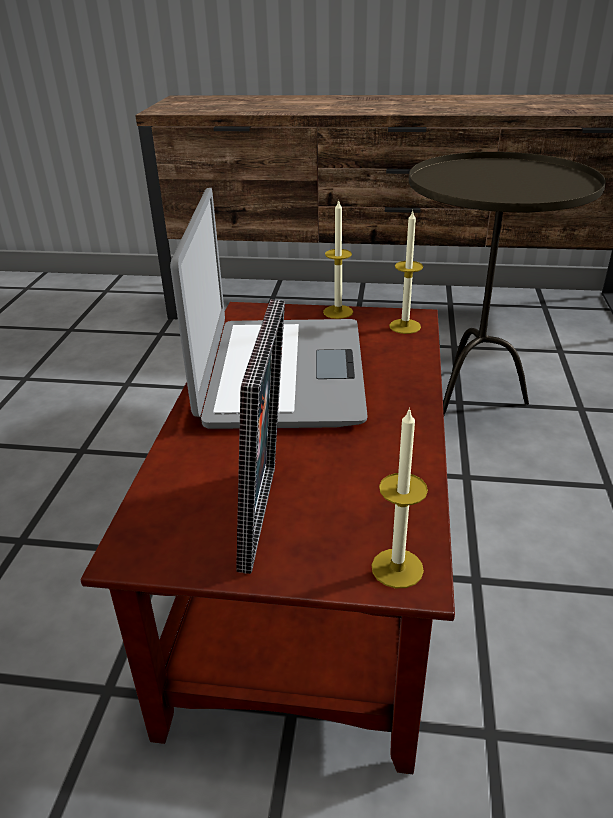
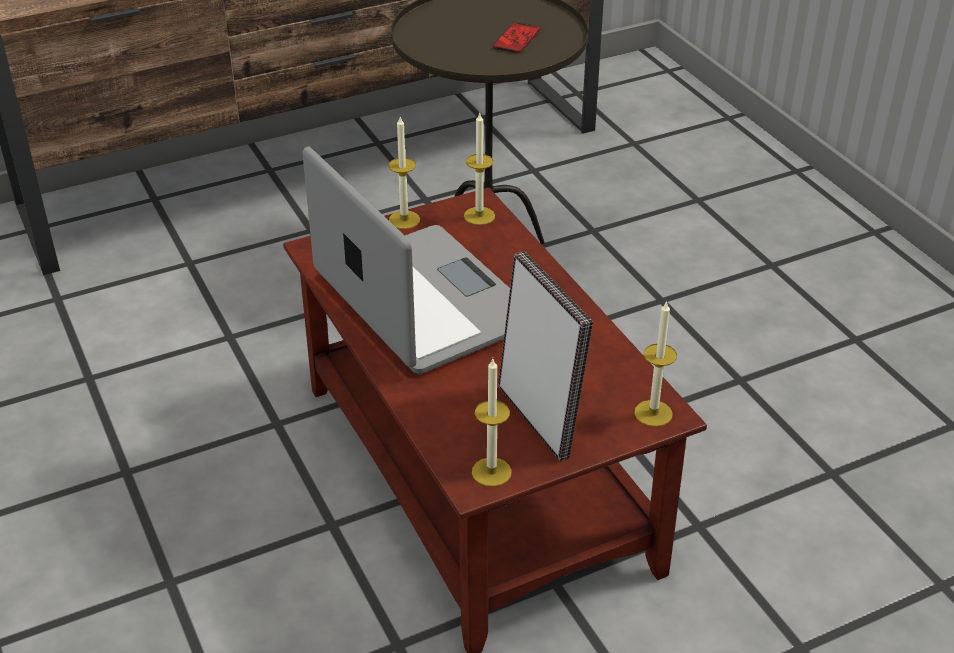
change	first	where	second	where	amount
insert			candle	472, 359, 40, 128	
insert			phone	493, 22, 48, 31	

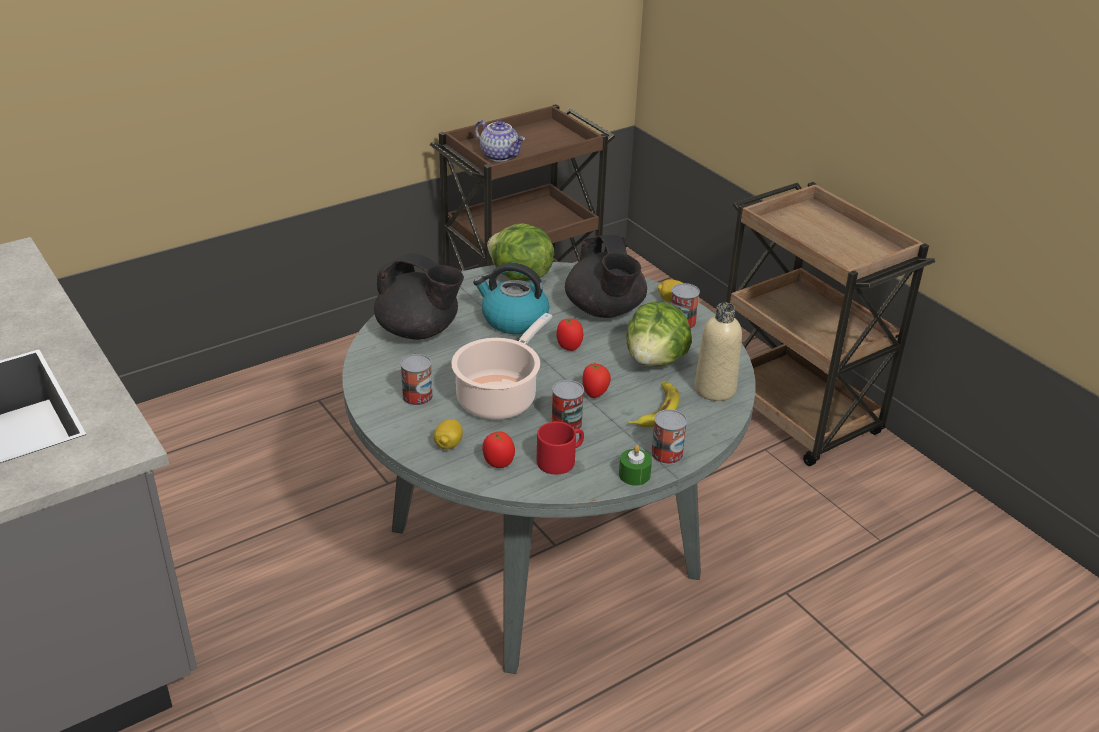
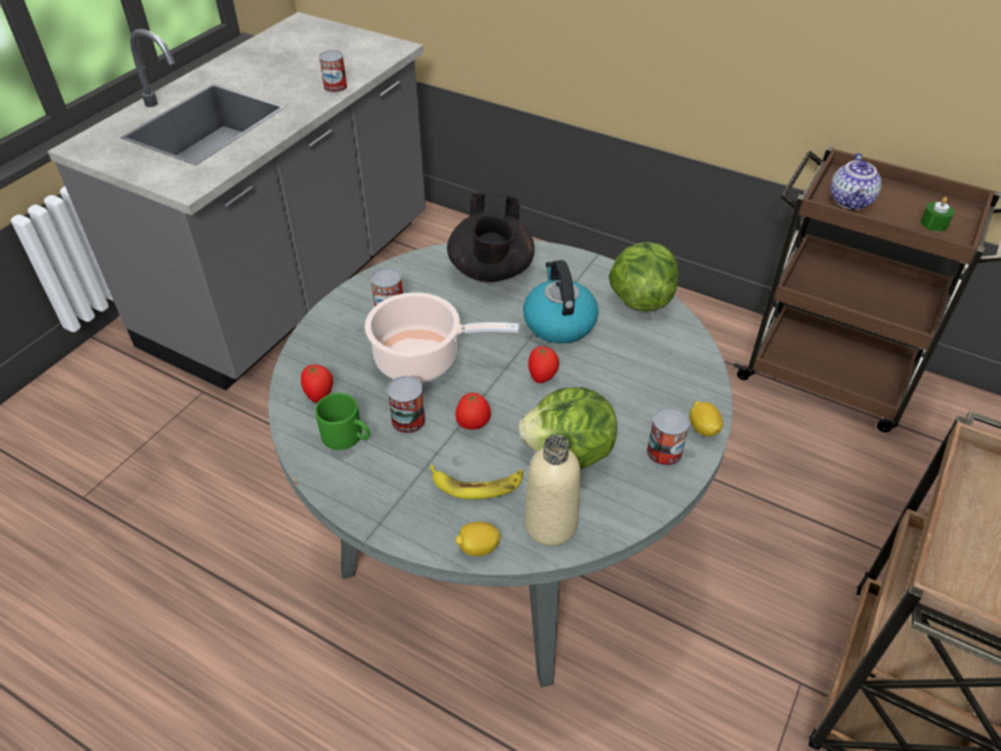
change	first	where	second	where	amount
move	lemon	434, 419, 29, 30		455, 522, 46, 34	
recolor	mug (red)	537, 422, 47, 53	mug (green)	315, 393, 55, 57	
delete	teapot (black)	565, 235, 82, 83			
move	candle (green)	619, 445, 33, 41		921, 197, 34, 35	
move	can	651, 409, 36, 56		319, 50, 28, 43	

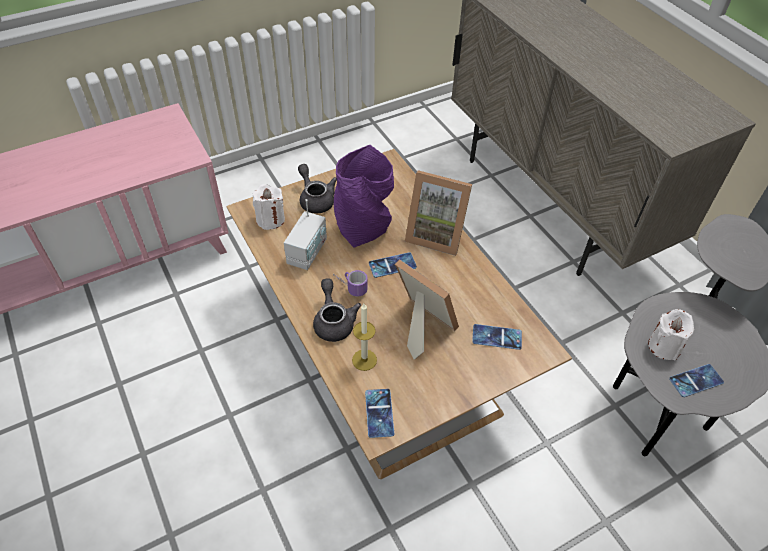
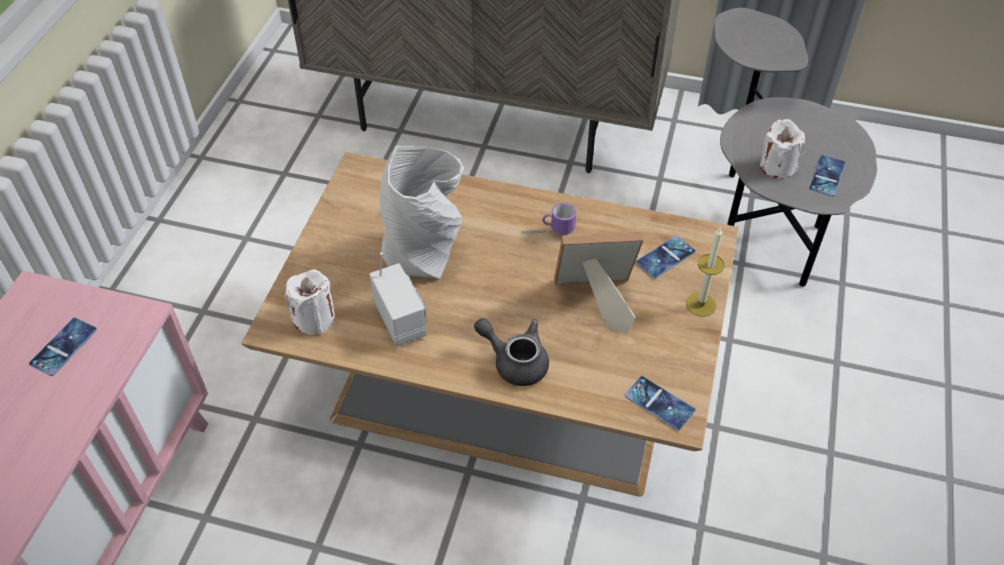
change	first	where	second	where	amount
delete	teapot (grey)	298, 164, 39, 50			
move	mug	333, 270, 35, 27		521, 203, 55, 32	
recolor	vase (purple)	334, 145, 60, 103	vase (grey)	379, 146, 84, 133	
move	candle	352, 304, 25, 67		686, 228, 38, 89	
move	phone	369, 252, 48, 26		29, 318, 68, 58	
delete	picture frame	405, 170, 67, 86			

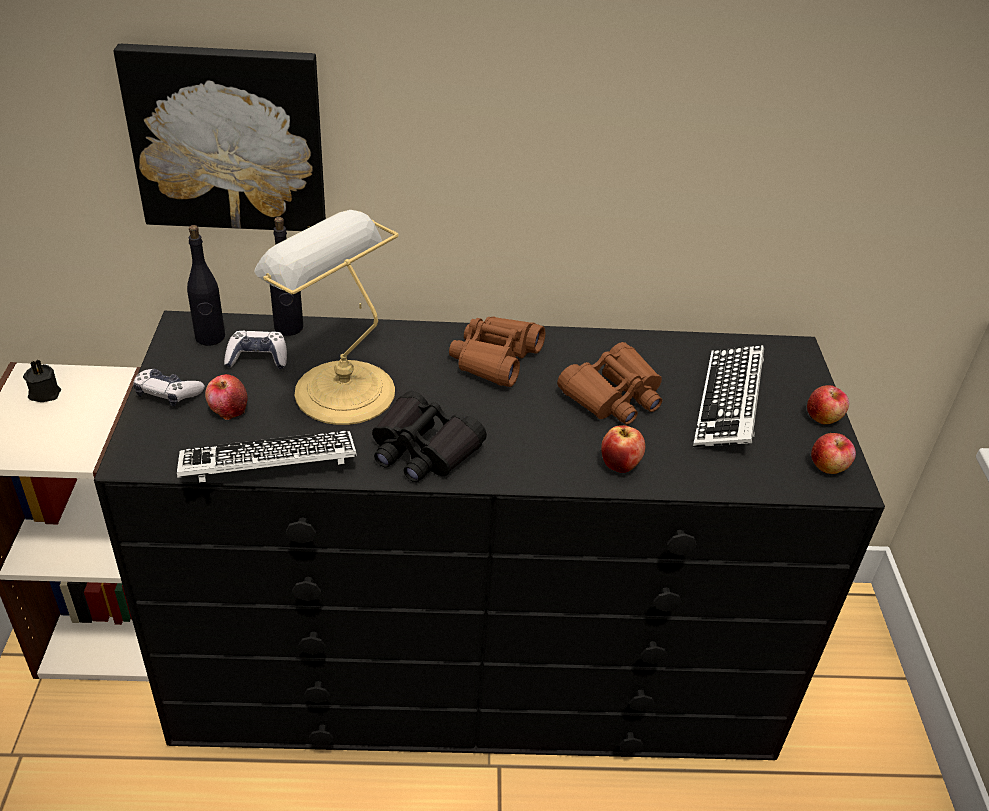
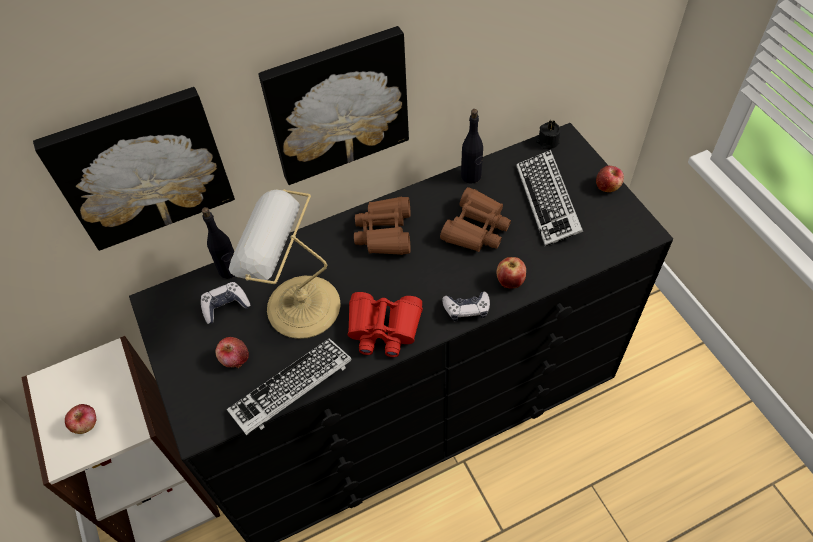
change	first	where	second	where	amount
move	candle (black)	23, 360, 38, 42		536, 120, 25, 29	
move	game controller	133, 369, 72, 37		442, 291, 48, 30	
move	bottle (black)	187, 225, 38, 121		461, 109, 22, 75	
recolor	binoculars (black)	372, 391, 115, 91	binoculars (red)	348, 292, 75, 65	
move	apple	811, 433, 45, 41		65, 404, 32, 30	
insert			picture	258, 26, 151, 159	

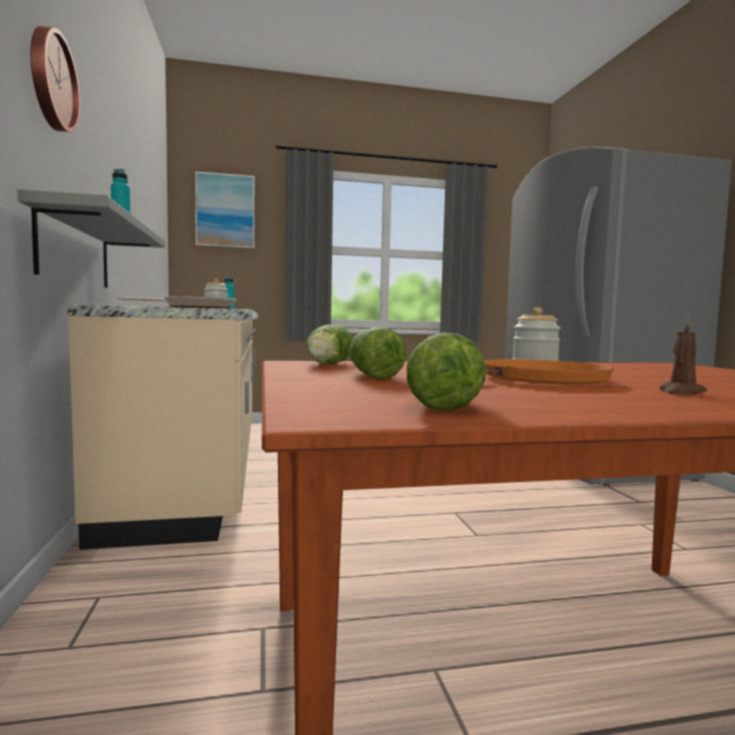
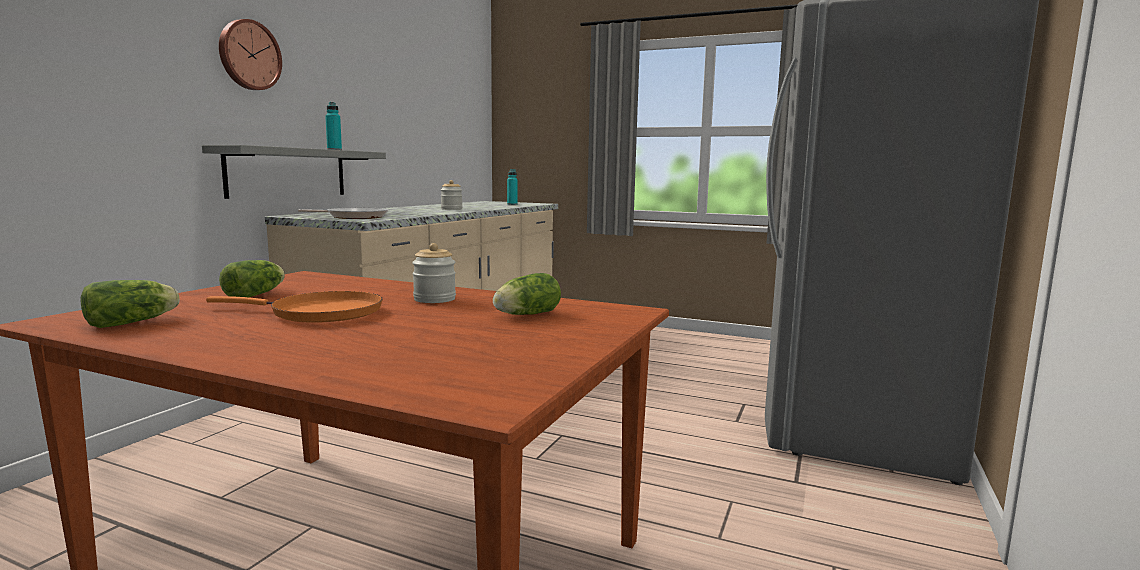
change	first	where	second	where	amount
delete	picture	195, 171, 60, 77			
move	lettuce	306, 325, 47, 39		493, 273, 68, 42	
delete	candle (brown)	660, 317, 47, 78			

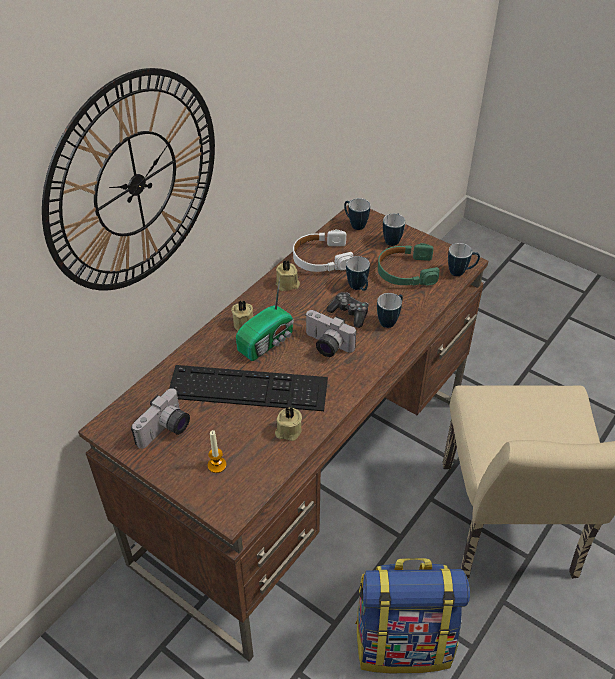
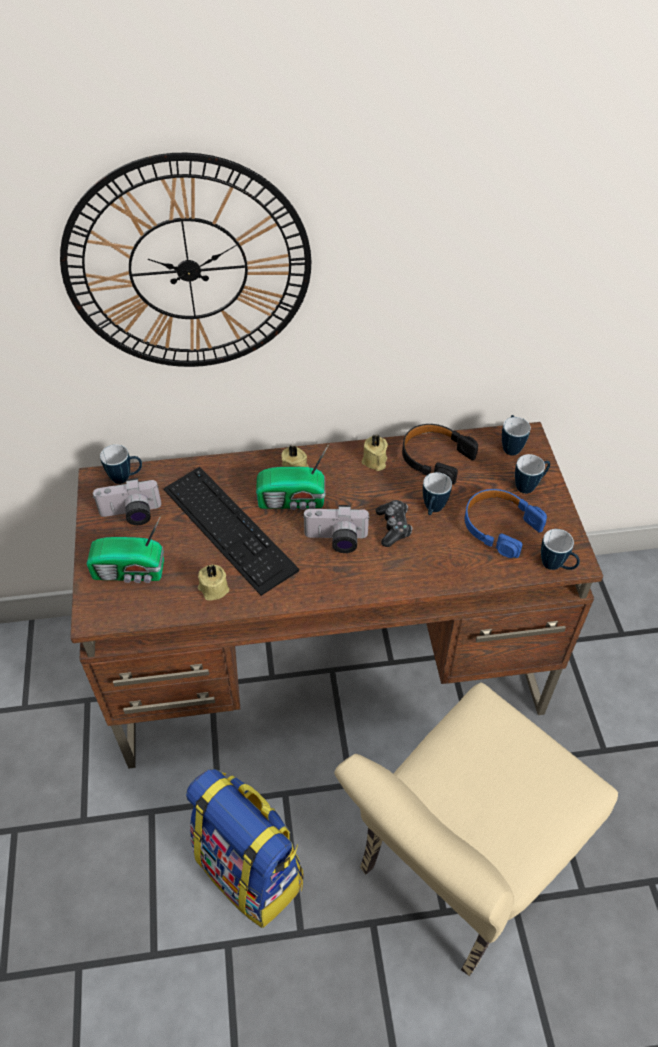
change	first	where	second	where	amount
replace	candle	208, 430, 19, 43	radio	87, 516, 77, 67	
recolor	headphones (white)	293, 230, 60, 42	headphones (black)	402, 424, 76, 61	
rotate	photo camera	305, 310, 51, 47		303, 505, 67, 48	75 degrees counterclockwise
move	mug	377, 293, 26, 35		100, 444, 42, 40	
recolor	headphones (green)	378, 243, 62, 43	headphones (blue)	465, 489, 82, 69	

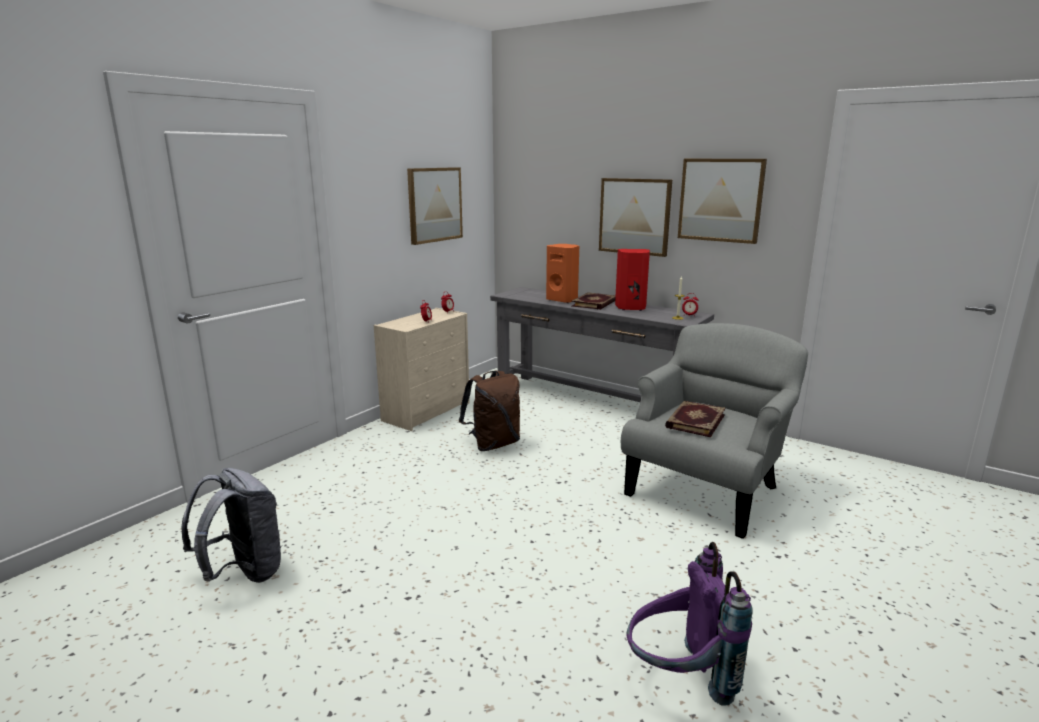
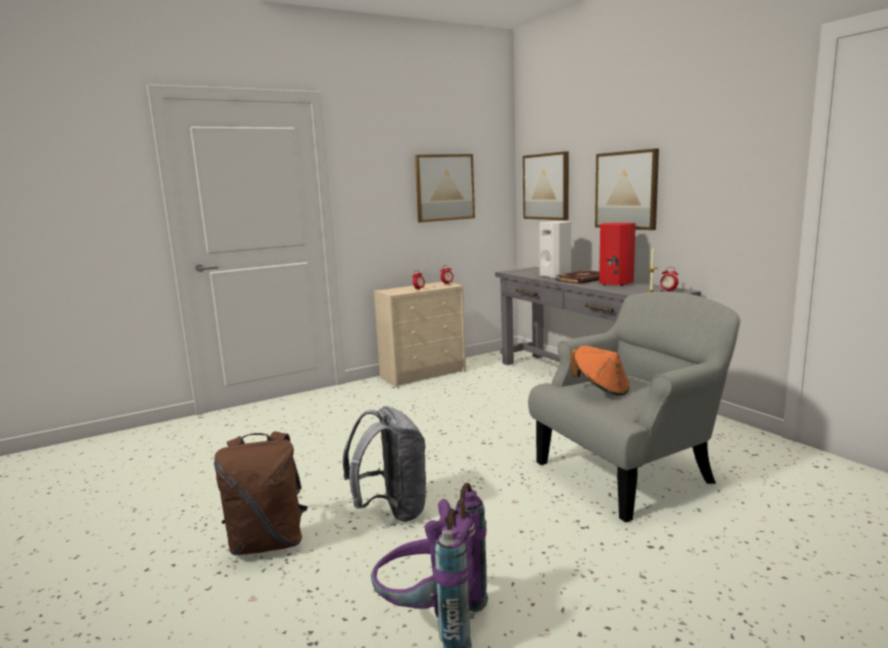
change	first	where	second	where	amount
move	backpack (grey)	182, 468, 100, 115		343, 406, 85, 116	
move	backpack (brown)	459, 370, 61, 81		214, 431, 94, 124	
recolor	speaker (orange)	546, 244, 33, 59	speaker (white)	540, 221, 31, 58	
replace	book	665, 401, 61, 36	hat (orange)	570, 346, 60, 50	
move	picture	678, 159, 89, 85		523, 151, 46, 69	

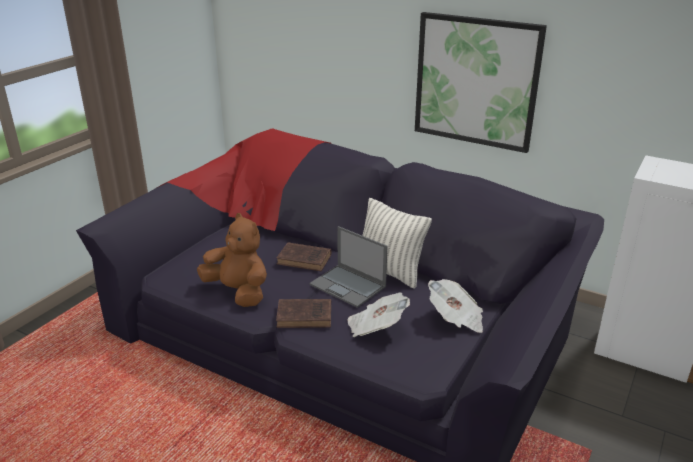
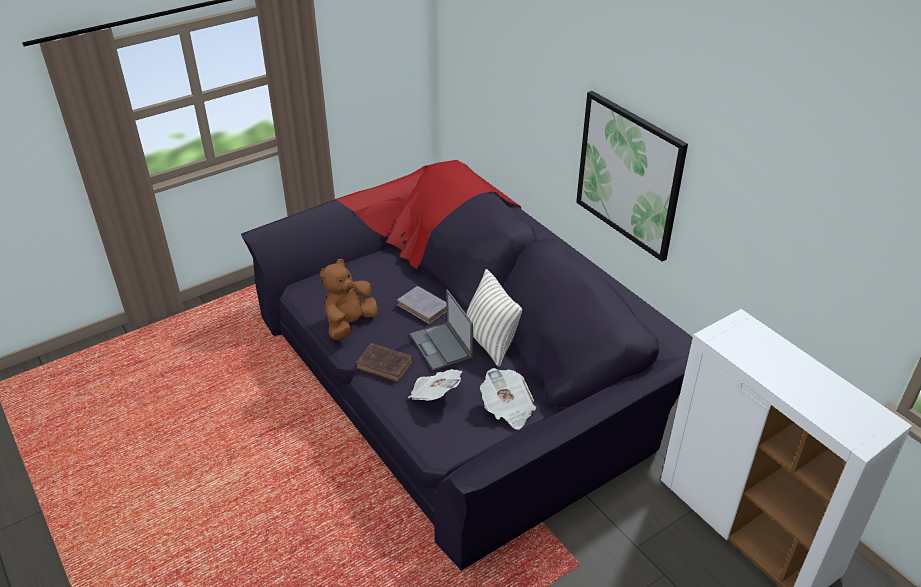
change	first	where	second	where	amount
rotate	plush toy (brown)	197, 213, 70, 94		320, 259, 58, 81	120 degrees counterclockwise
recolor	book (brown)	277, 242, 54, 29	book (grey)	397, 286, 50, 38	

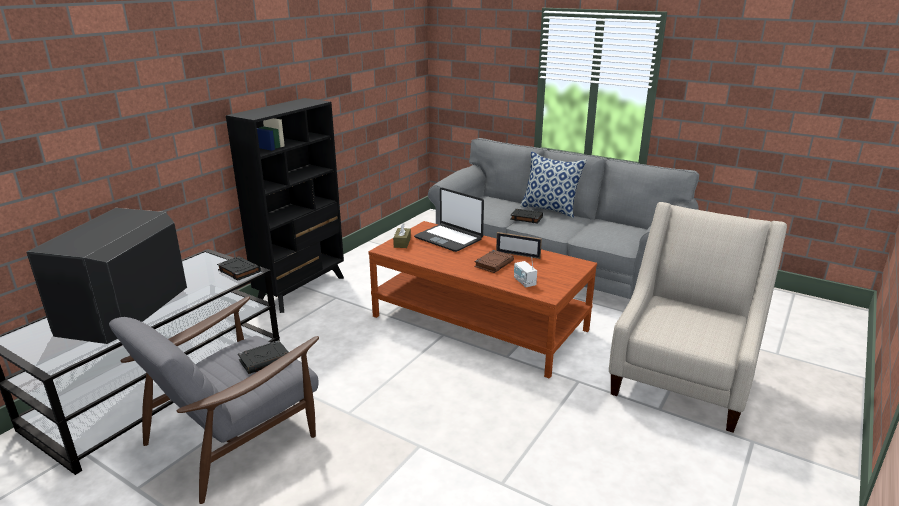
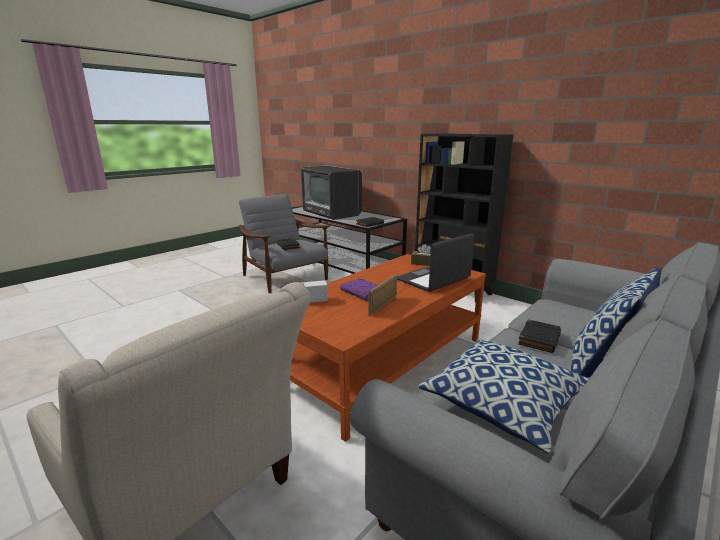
change	first	where	second	where	amount
rotate	television	26, 208, 161, 136		301, 166, 61, 54	150 degrees counterclockwise
recolor	book (brown)	474, 250, 40, 23	book (purple)	341, 278, 37, 23	
insert			pillow	418, 339, 171, 115	

